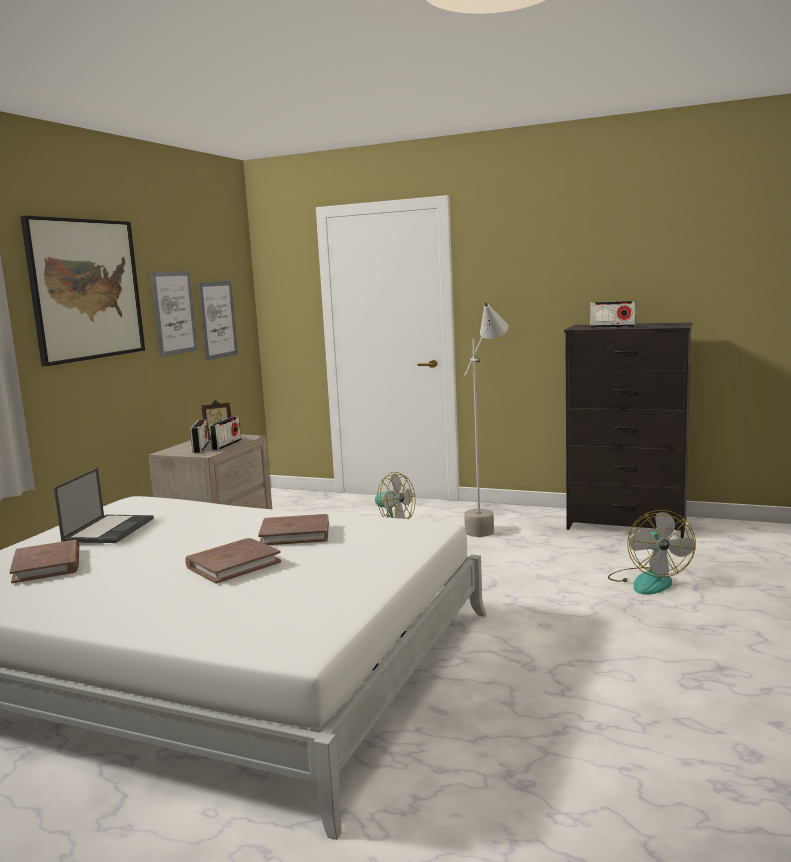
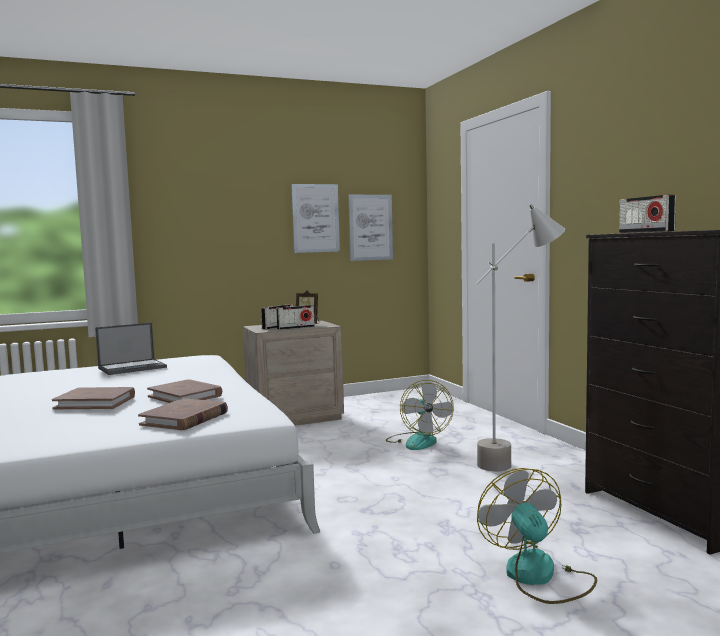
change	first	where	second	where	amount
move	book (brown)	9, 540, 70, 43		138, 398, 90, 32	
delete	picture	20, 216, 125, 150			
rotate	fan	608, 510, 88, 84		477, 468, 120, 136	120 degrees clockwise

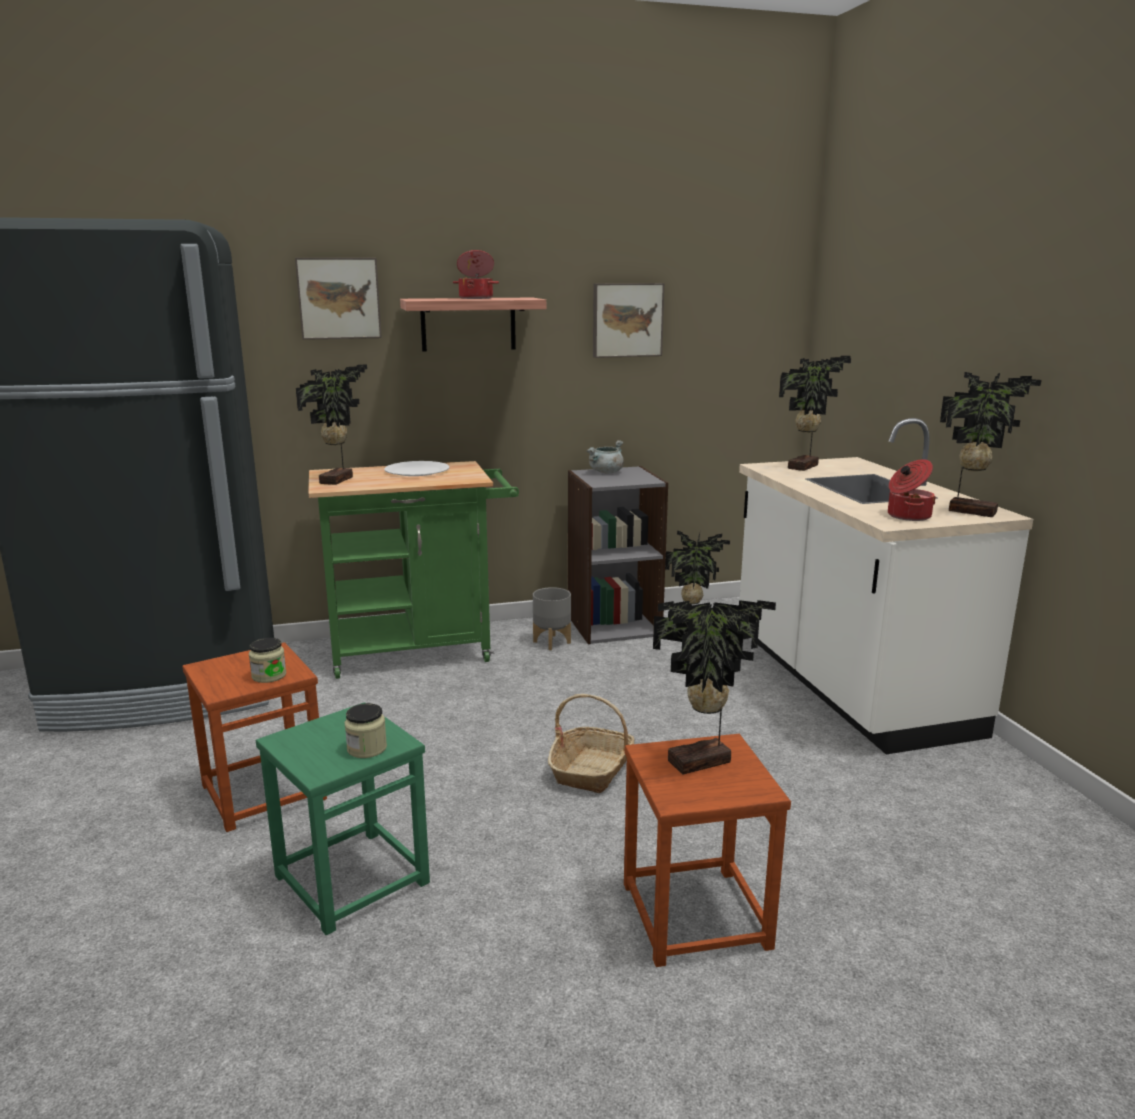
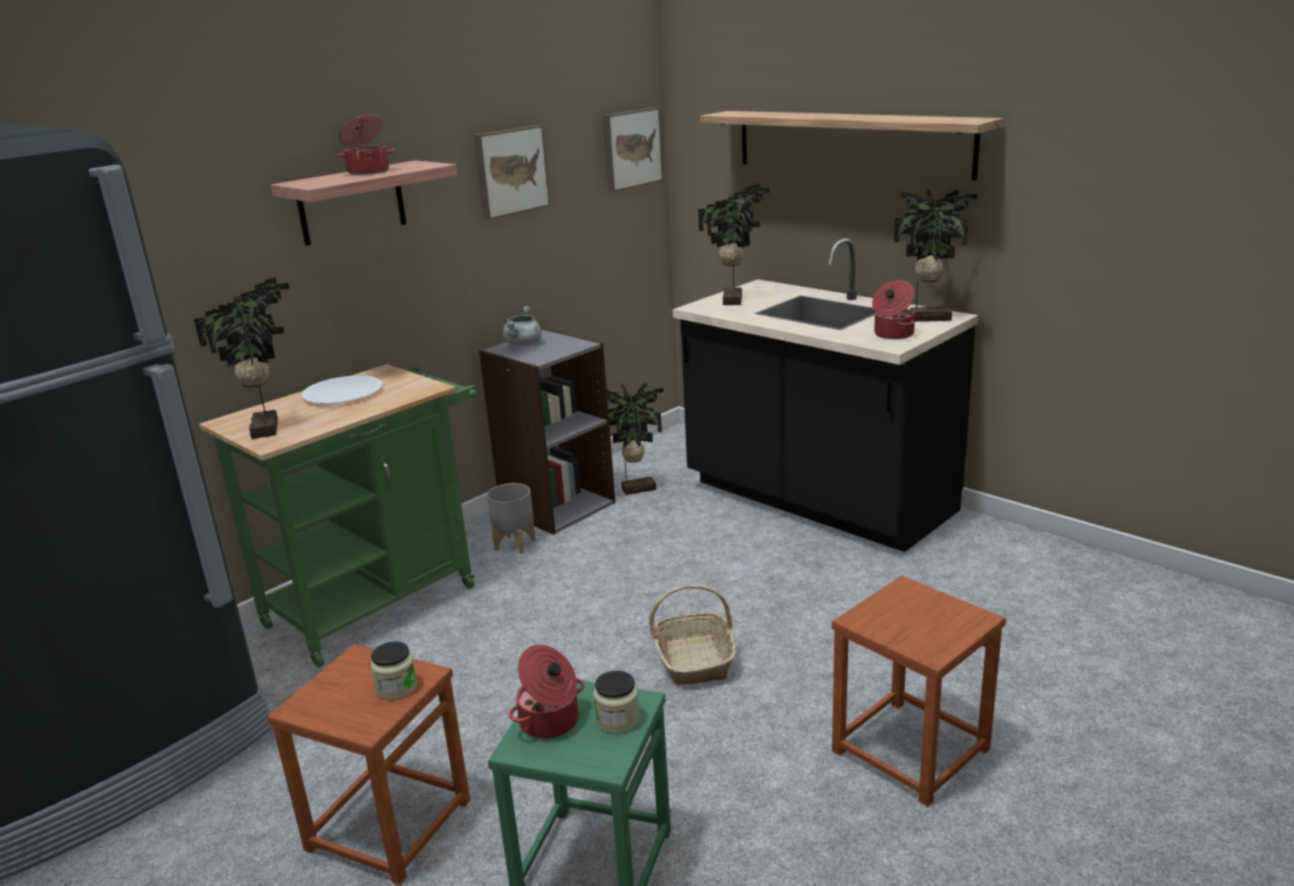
change	first	where	second	where	amount
move	picture	295, 258, 87, 82		602, 107, 61, 84	
delete	potted plant	653, 600, 123, 175			
recolor	counter (white)	739, 418, 294, 336	counter (black)	673, 238, 305, 314	
insert			cooking pot	509, 645, 75, 94	
insert			shelf	700, 111, 303, 70	

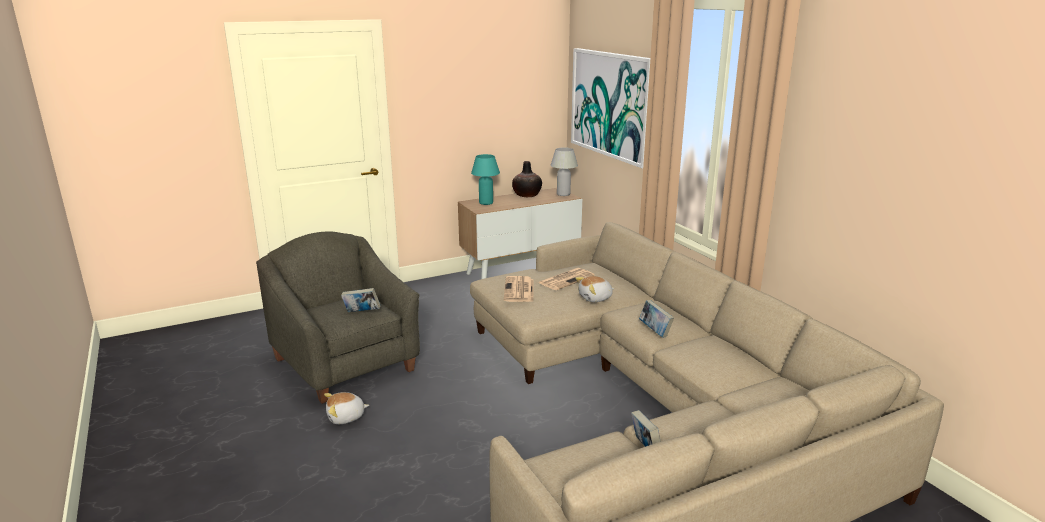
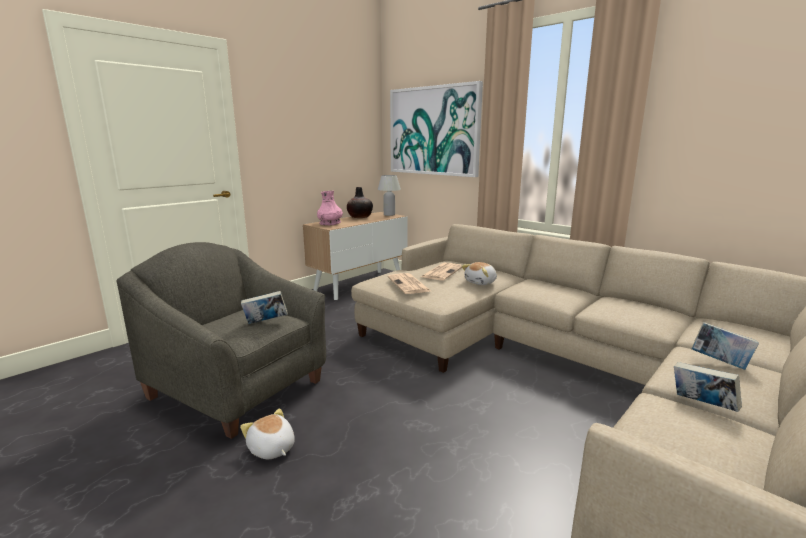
change	first	where	second	where	amount
rotate	plush toy	324, 392, 45, 32		240, 409, 55, 50	90 degrees clockwise
replace	table lamp (turquoise)	471, 154, 29, 51	vase (pink)	317, 191, 26, 34	
move	book	639, 300, 35, 38		691, 322, 68, 48	

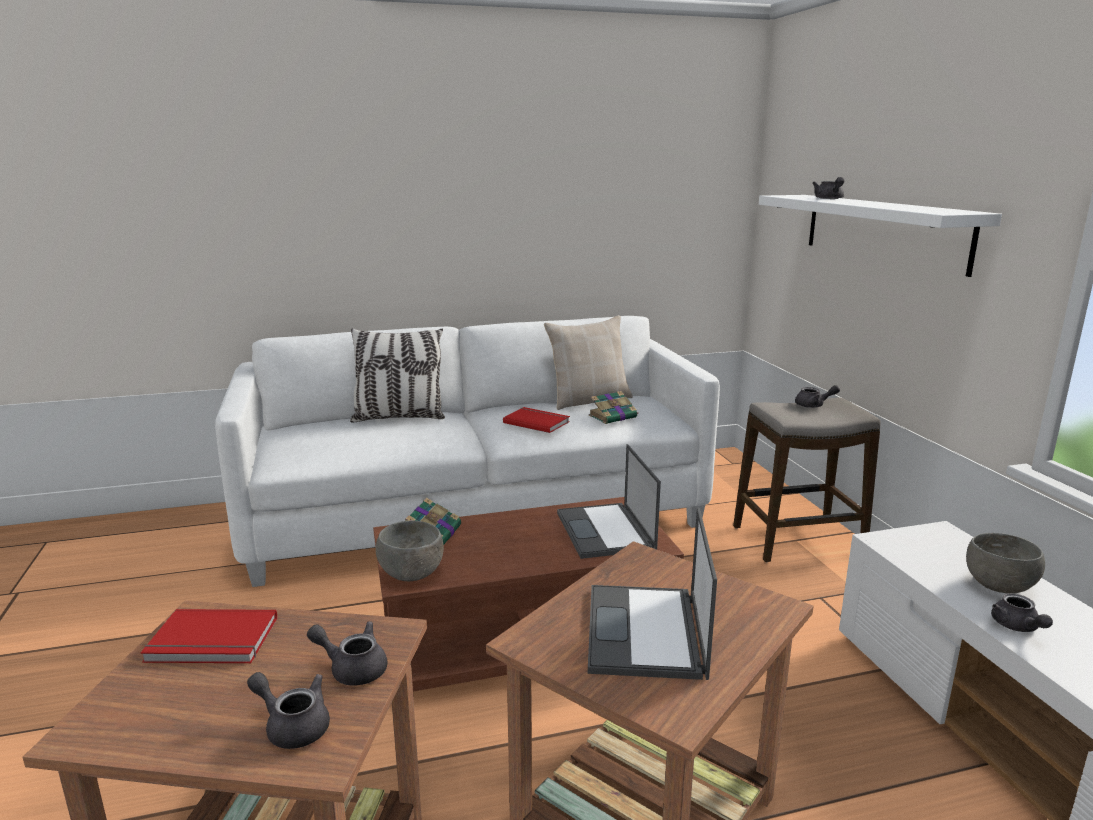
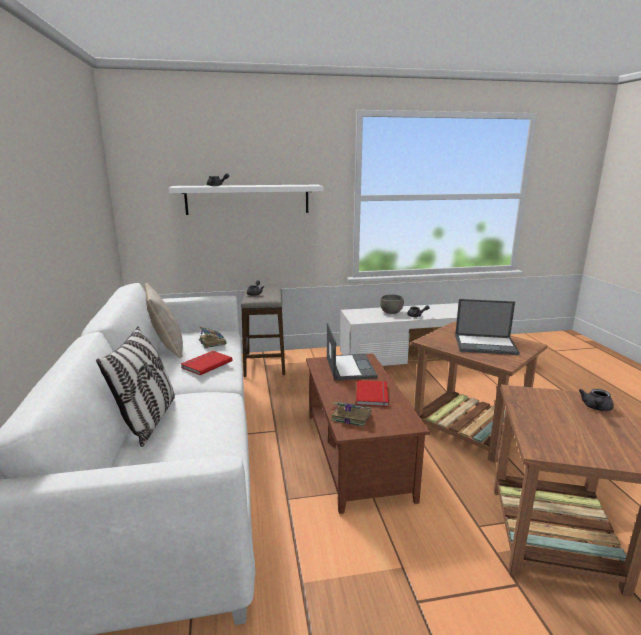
change	first	where	second	where	amount
move	book (red)	141, 609, 136, 54		356, 380, 33, 27	
delete	teapot (grey)	307, 621, 80, 65			
delete	bowl (grey)	376, 520, 68, 61			
rotate	laptop	557, 444, 104, 115		327, 323, 51, 58	90 degrees counterclockwise

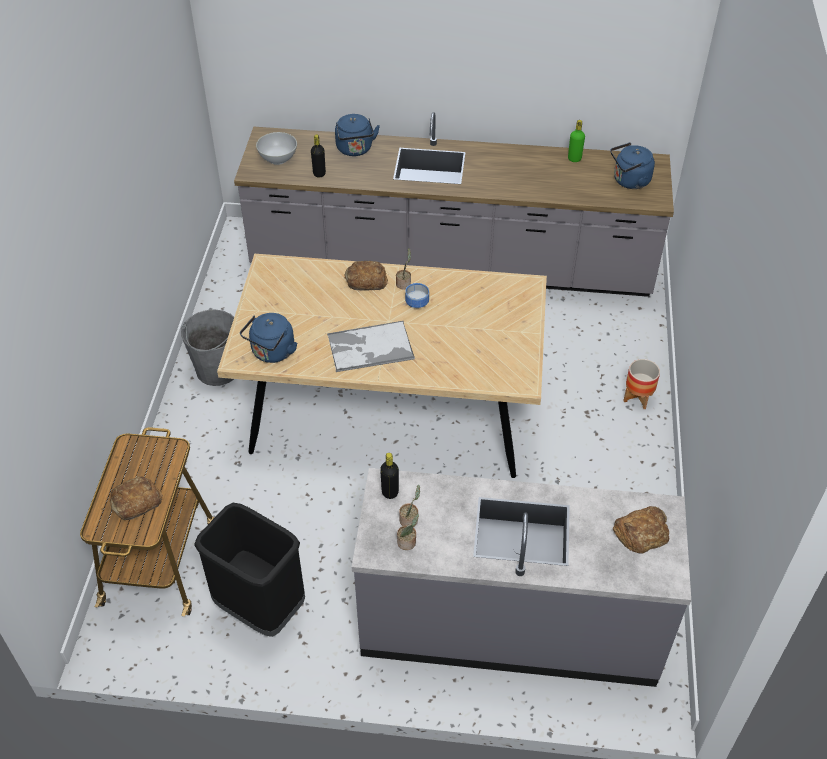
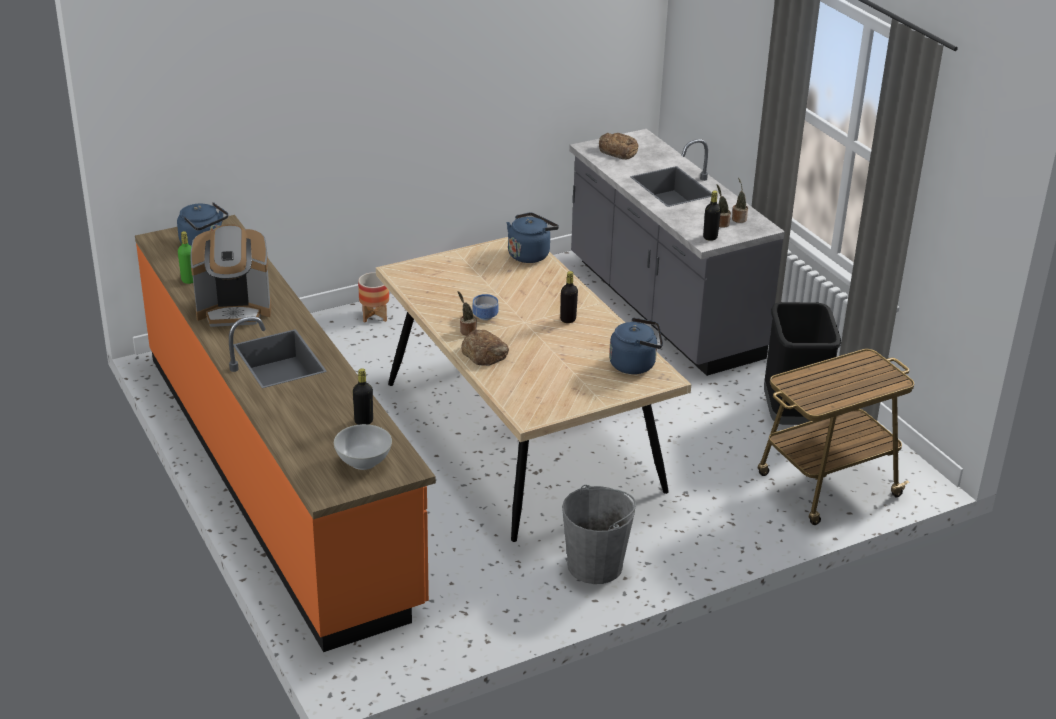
change	first	where	second	where	amount
delete	bread	110, 476, 53, 44			
recolor	counter (grey)	234, 112, 440, 185	counter (orange)	135, 215, 301, 437	
replace	tray	327, 321, 88, 51	bottle (black)	560, 271, 18, 52	
move	kettle (blue)	335, 114, 45, 42		507, 213, 52, 50	
insert			coffee machine	191, 224, 80, 103	

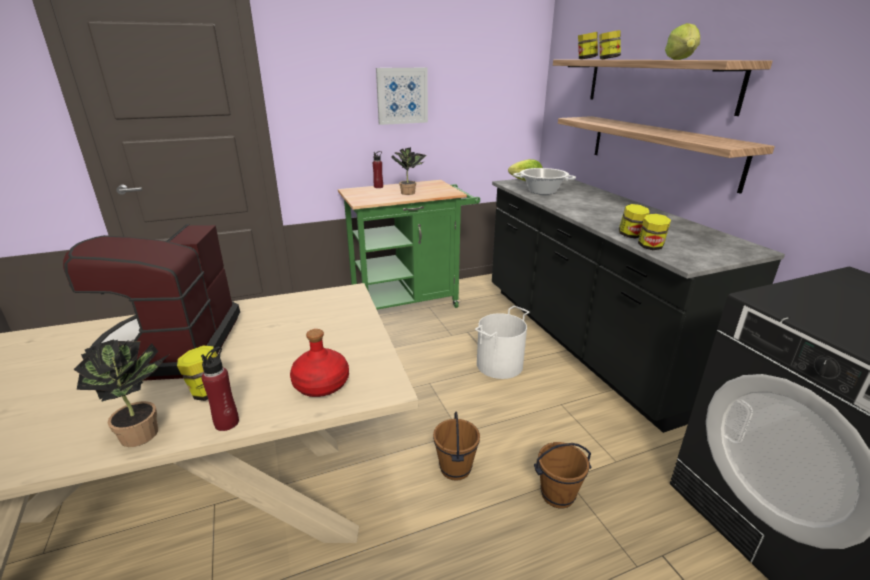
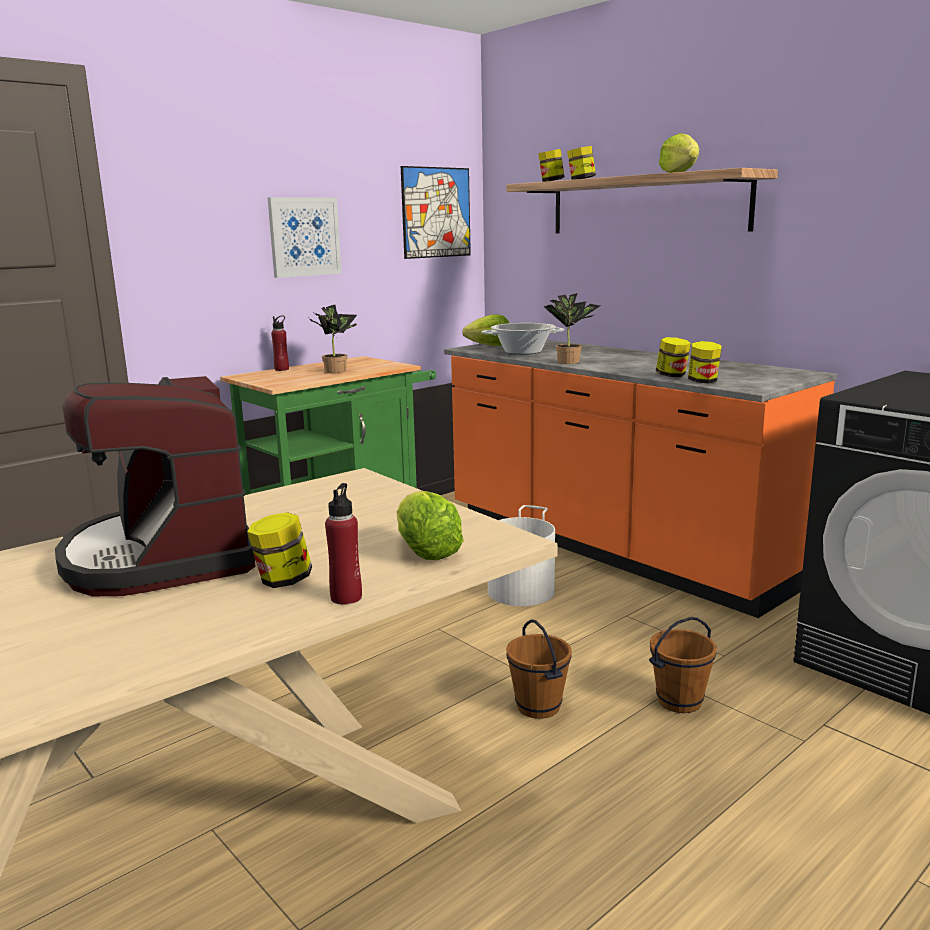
change	first	where	second	where	amount
move	potted plant	73, 339, 95, 108		543, 293, 57, 71	
replace	bottle (red)	290, 329, 59, 68	lettuce	397, 491, 67, 69	
recolor	counter (black)	492, 179, 293, 254	counter (orange)	444, 340, 393, 278	
delete	shelf	558, 116, 217, 78			
insert			picture	401, 166, 70, 93	

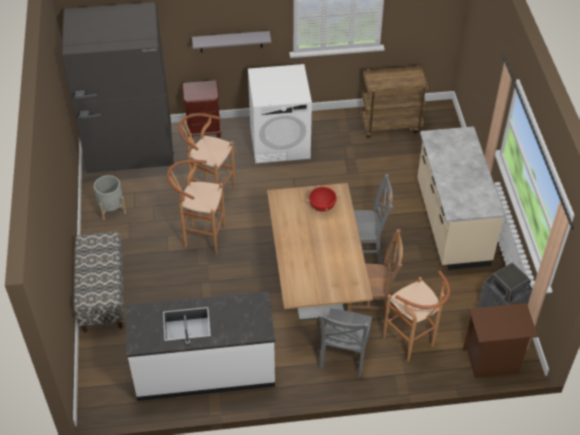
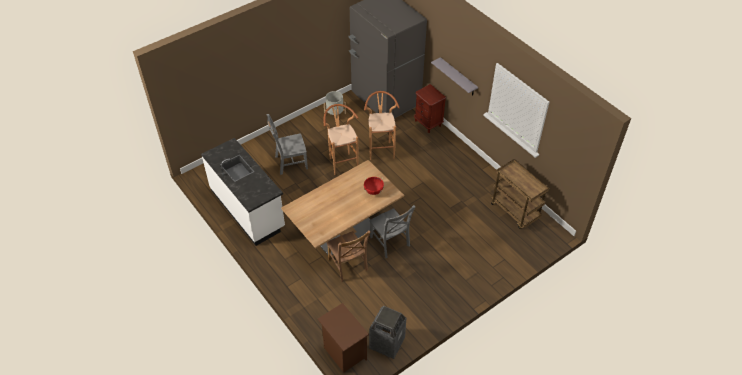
change	first	where	second	where	amount
delete	bench	74, 232, 50, 101			
delete	washing machine (white)	248, 64, 64, 99			
move	chair (grey)	319, 308, 53, 69		267, 114, 41, 61	
delete	stool (brown)	383, 270, 67, 91			
delete	counter (beige)	417, 126, 88, 144			

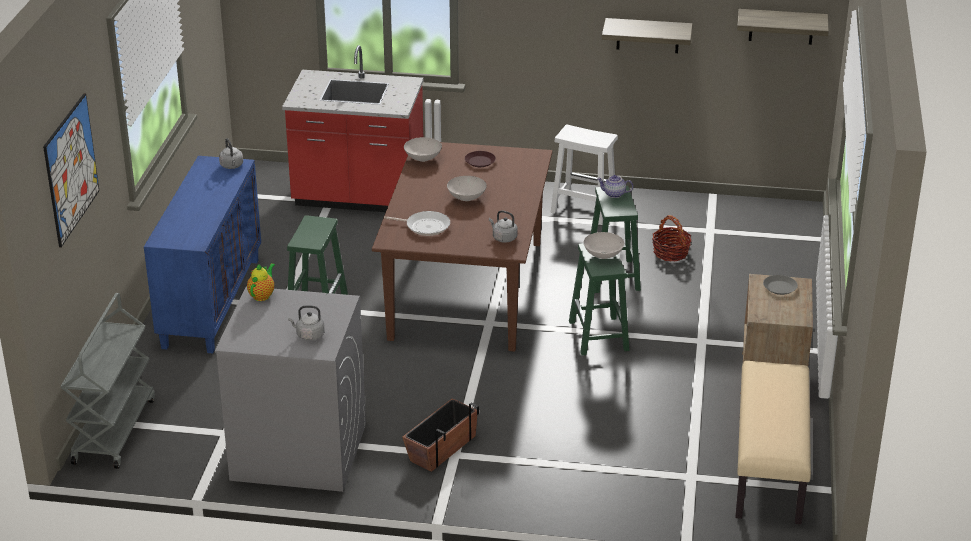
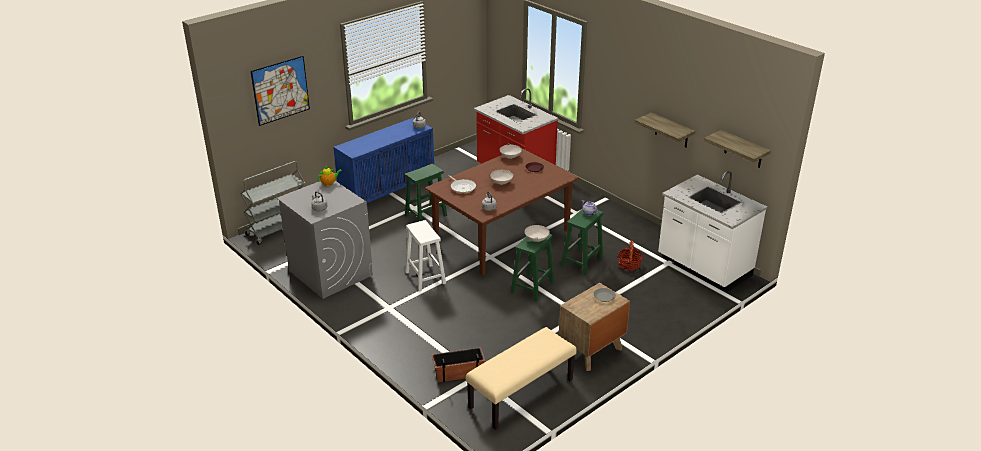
change	first	where	second	where	amount
move	planter	402, 398, 77, 74		432, 347, 53, 35	
move	stool (white)	551, 125, 67, 99		405, 220, 41, 71	
insert			counter (white)	658, 171, 109, 121	

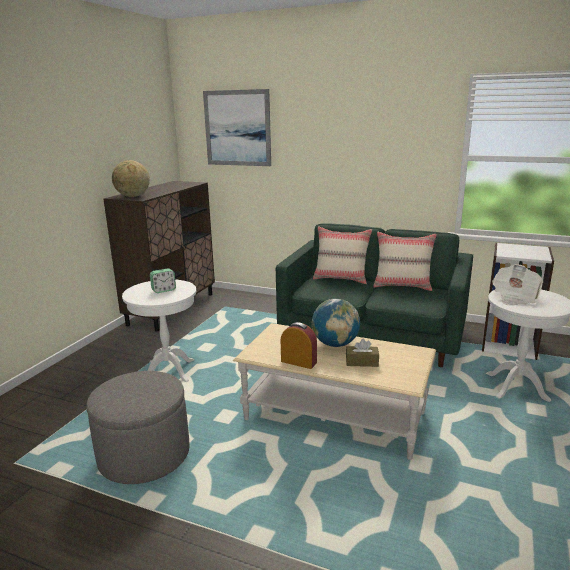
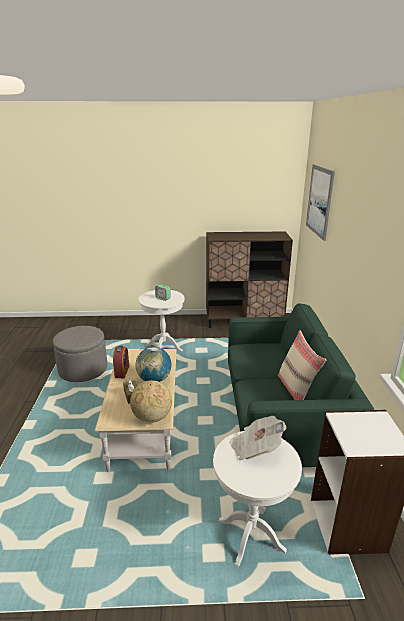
change	first	where	second	where	amount
move	globe	112, 160, 38, 37		130, 380, 42, 43	
delete	pillow (beige)	313, 226, 59, 58			

